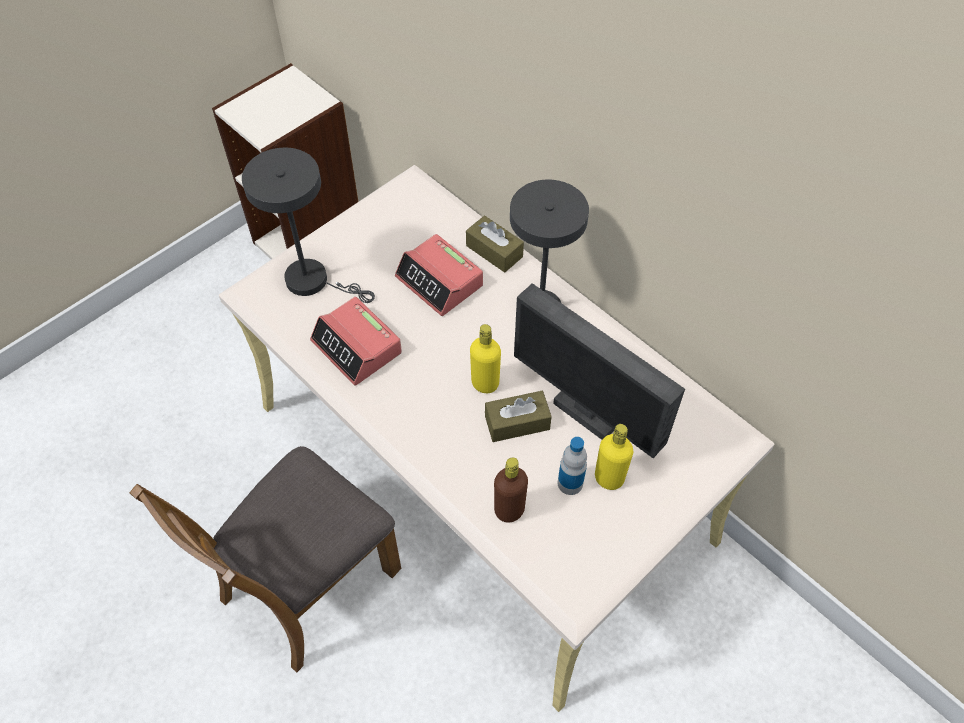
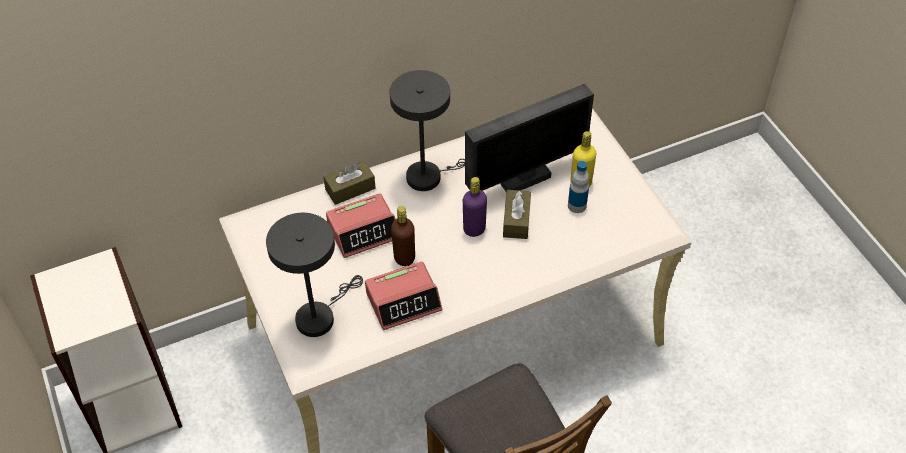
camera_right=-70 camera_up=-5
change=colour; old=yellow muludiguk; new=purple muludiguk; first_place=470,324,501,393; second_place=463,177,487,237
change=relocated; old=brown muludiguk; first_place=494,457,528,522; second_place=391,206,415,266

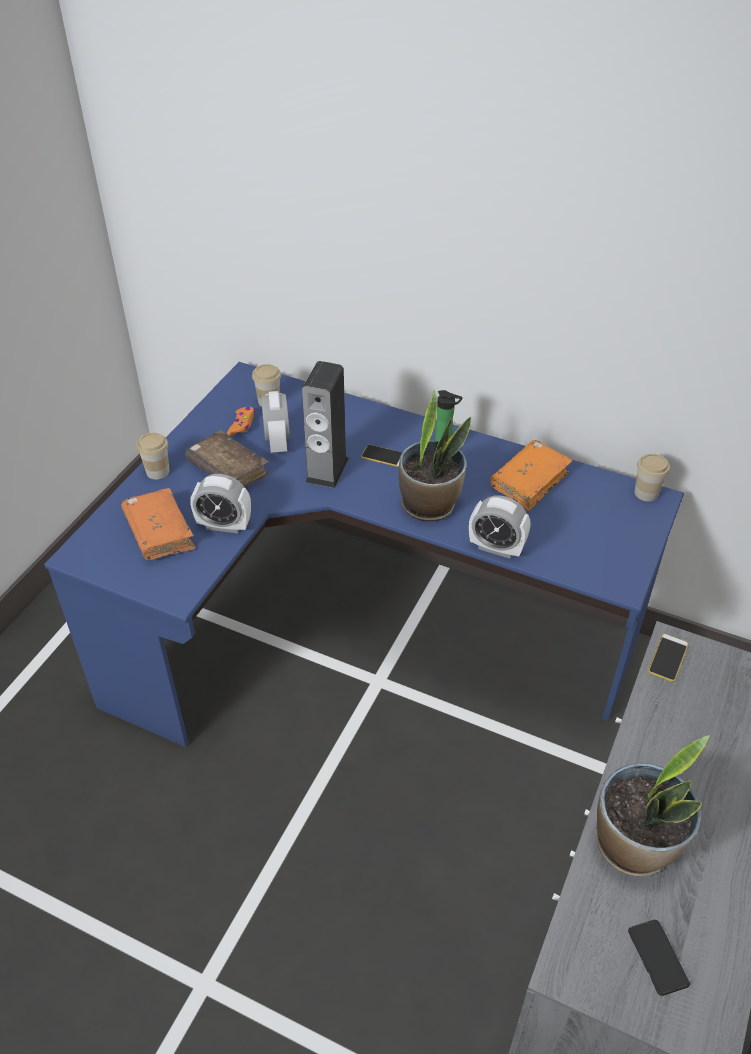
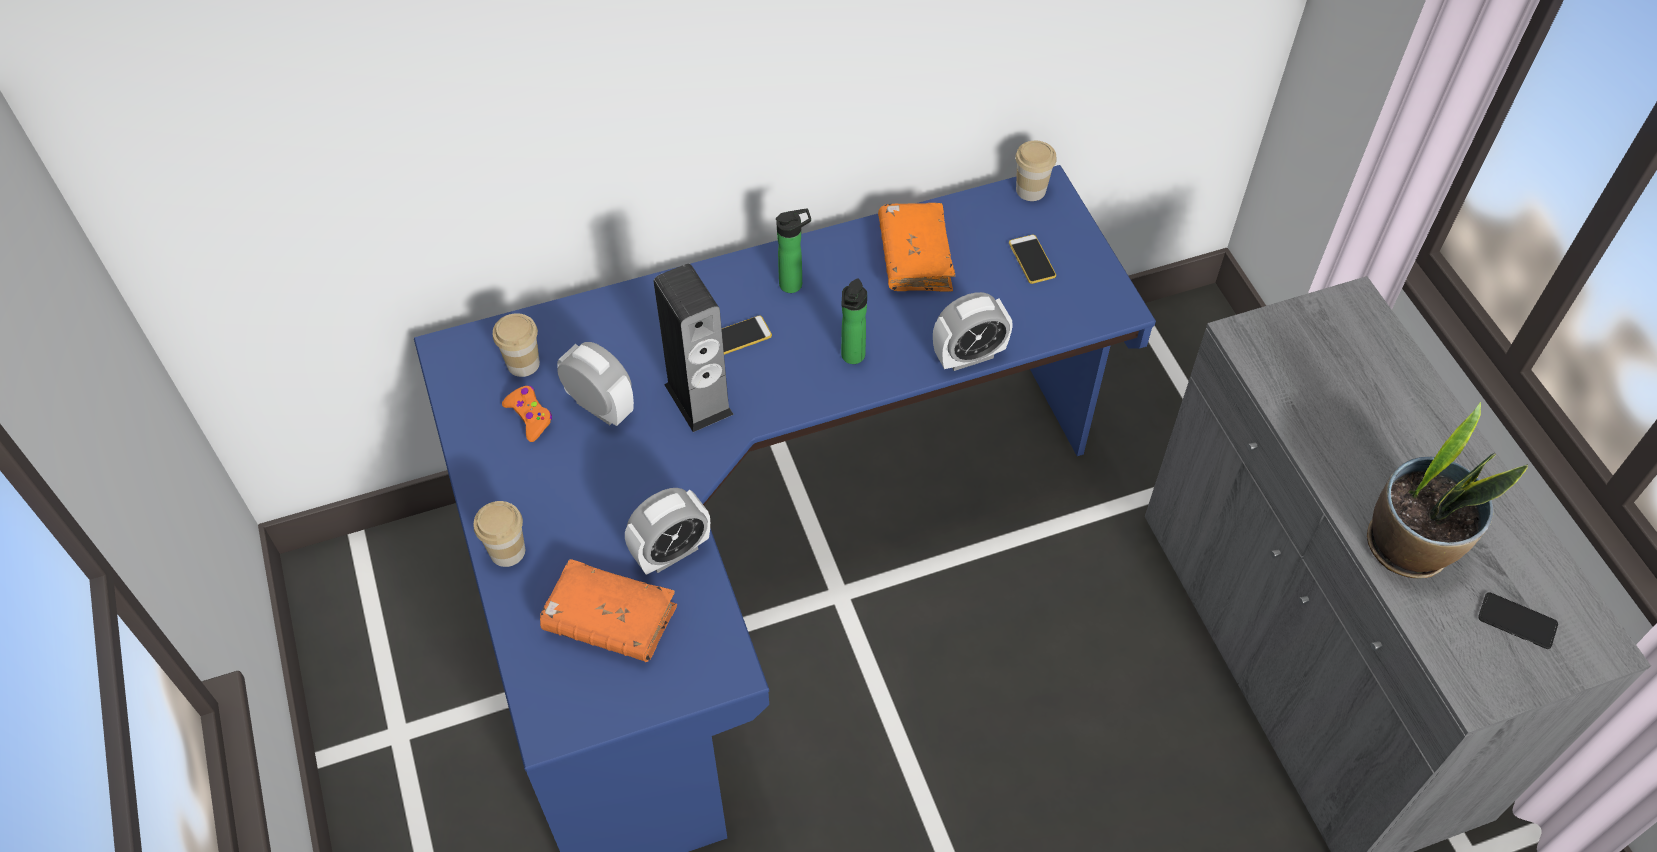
camera_right=-45 camera_up=10
change=exchanged; old=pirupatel; new=muludiguk; first_place=399,390,471,521; second_place=841,279,867,364
change=missing; old=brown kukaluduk; first_place=185,430,269,487
change=relocated; old=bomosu; first_place=648,634,689,682; second_place=1009,235,1056,284

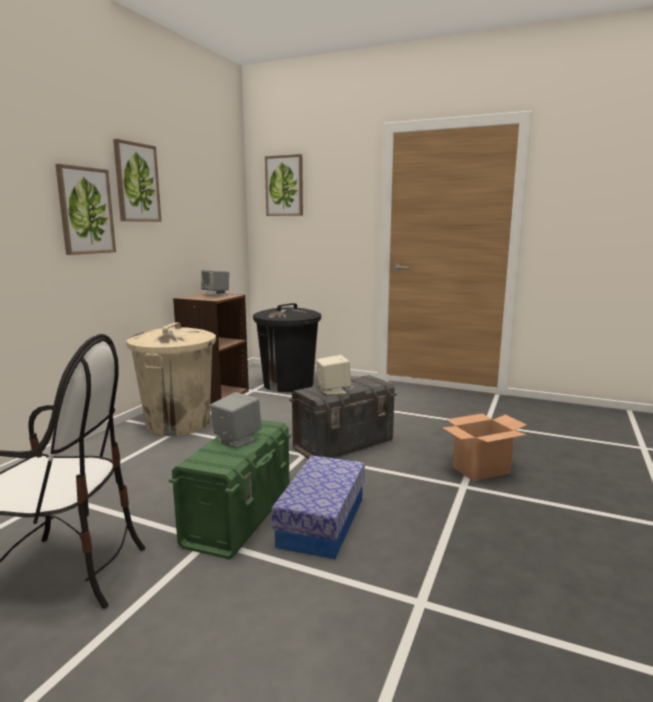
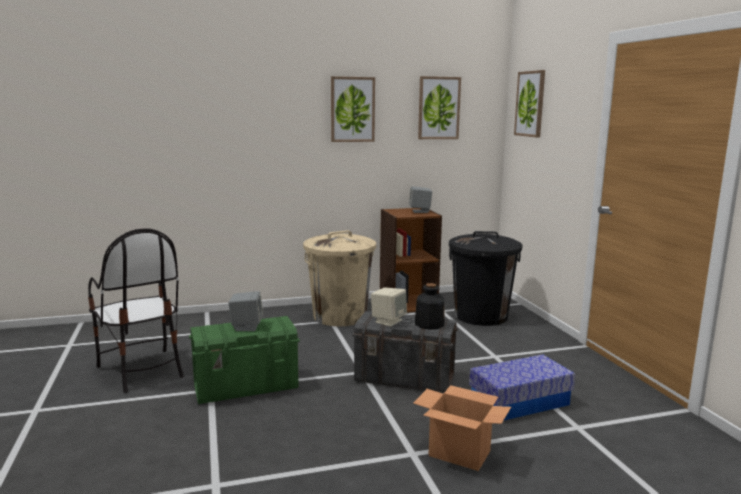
camera_right=50 camera_up=0
change=relocated; old=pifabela; first_place=55,164,116,255; second_place=418,76,461,139
change=relocated; old=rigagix; first_place=272,455,365,559; second_place=469,355,575,420
change=appeared; new=muludiguk; second_place=415,283,445,329

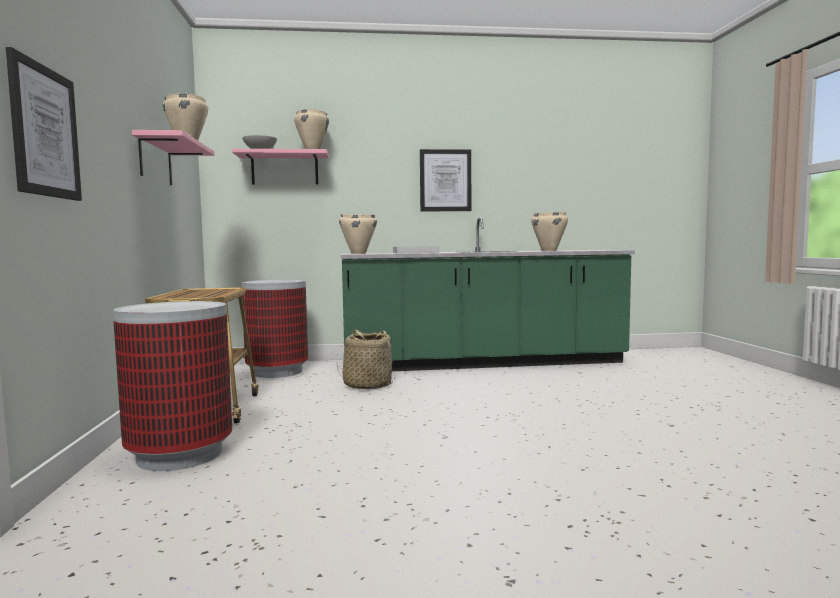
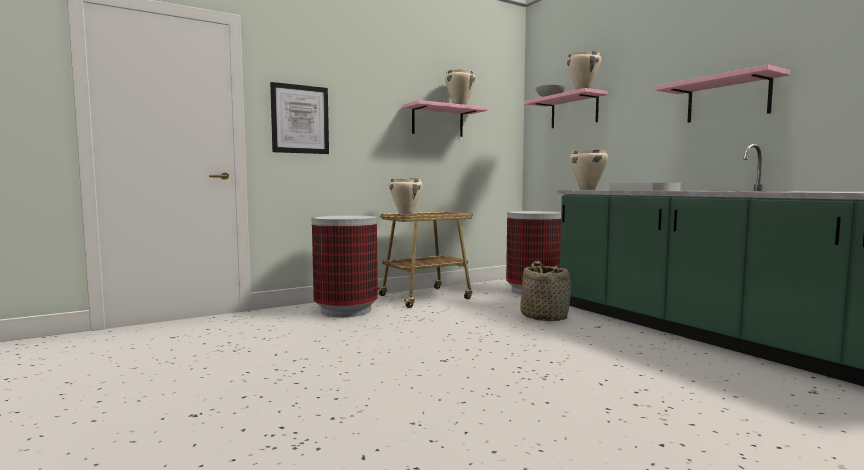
camera_right=65 camera_up=0
change=exchanged; old=pifabela; new=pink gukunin; first_place=420,149,471,212; second_place=654,64,790,123
change=relocated; old=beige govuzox; first_place=531,212,568,251; second_place=389,178,423,215

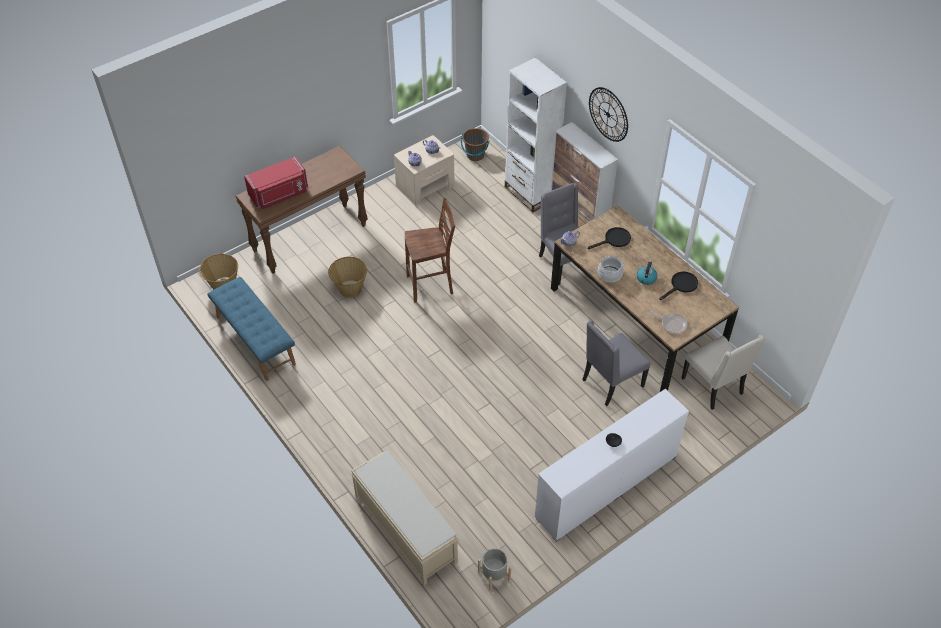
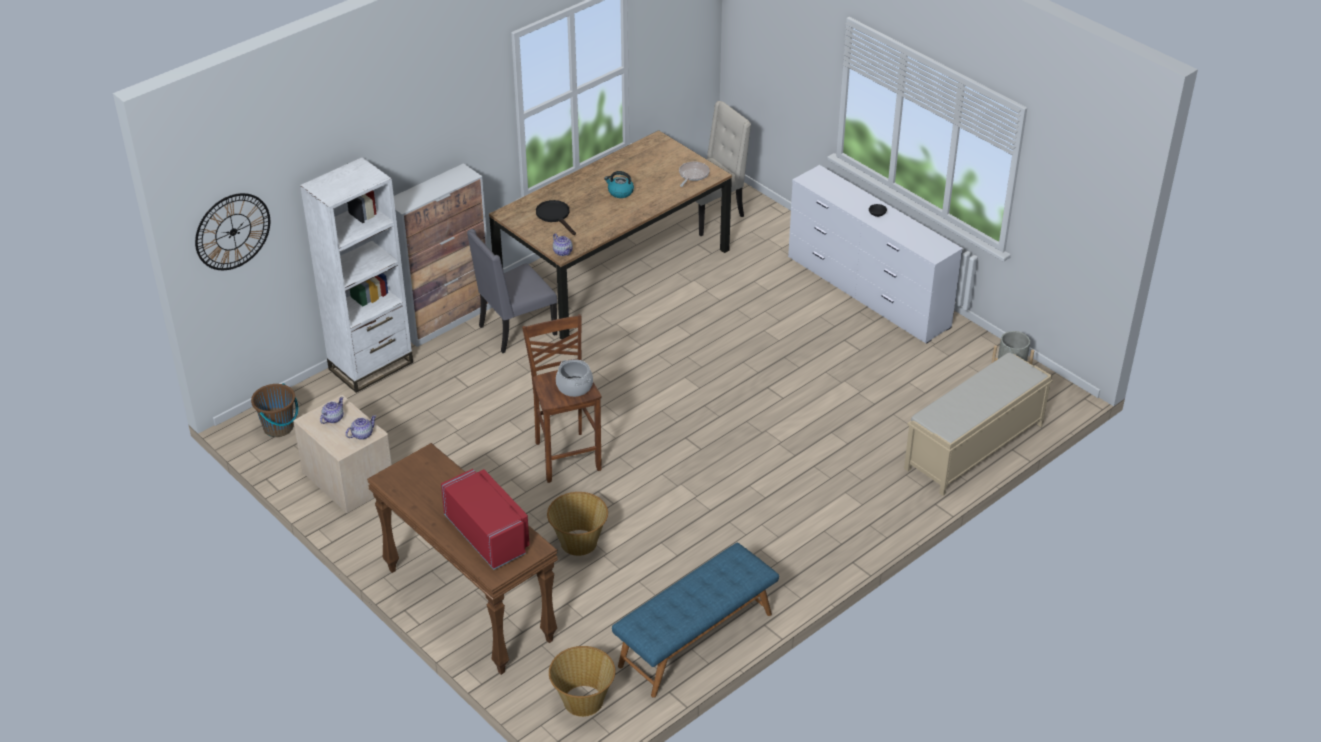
camera_right=-95 camera_up=-10
change=relocated; old=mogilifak; first_place=589,87,628,142; second_place=195,193,270,270
change=relocated; old=govuzox; first_place=598,256,624,282; second_place=556,359,593,397
change=missing; old=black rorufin; first_place=659,271,698,300
change=missing; old=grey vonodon; first_place=582,321,650,406

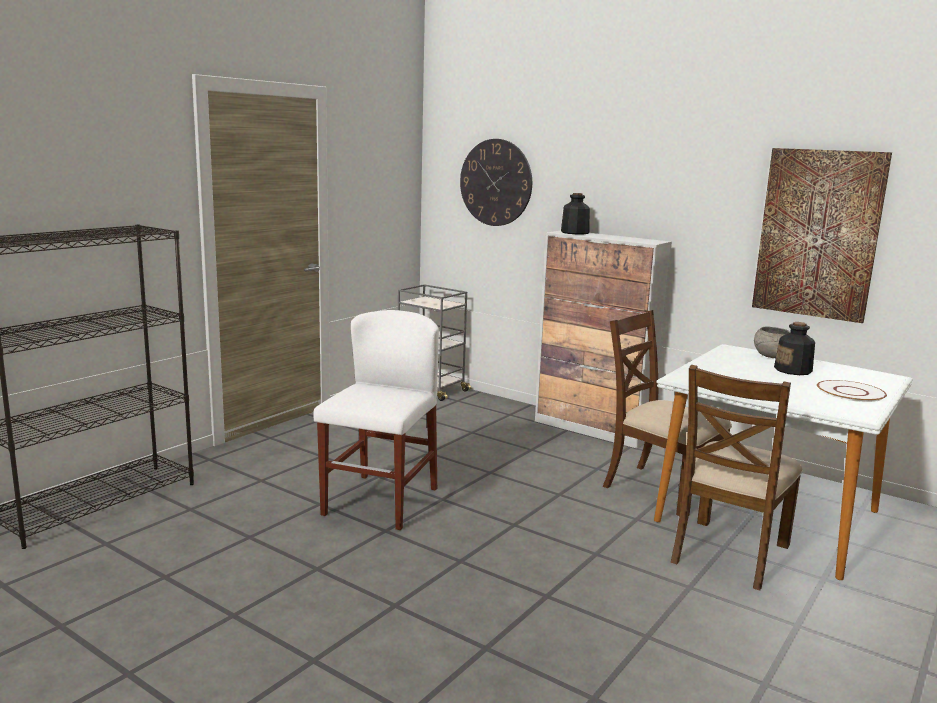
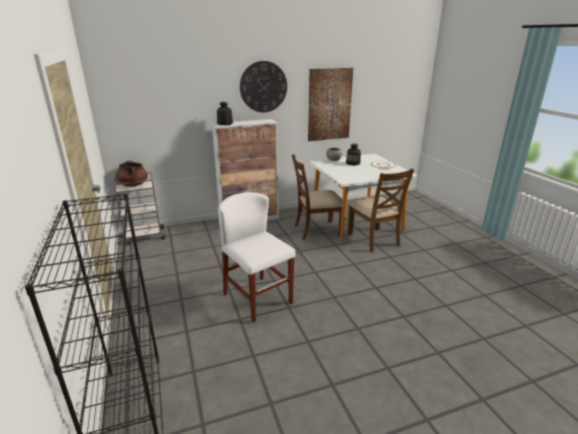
camera_right=-55 camera_up=10
change=relocated; old=mogilifak; first_place=460,139,532,226; second_place=240,61,287,113
change=appeared; new=brown govuzox; second_place=116,161,147,187

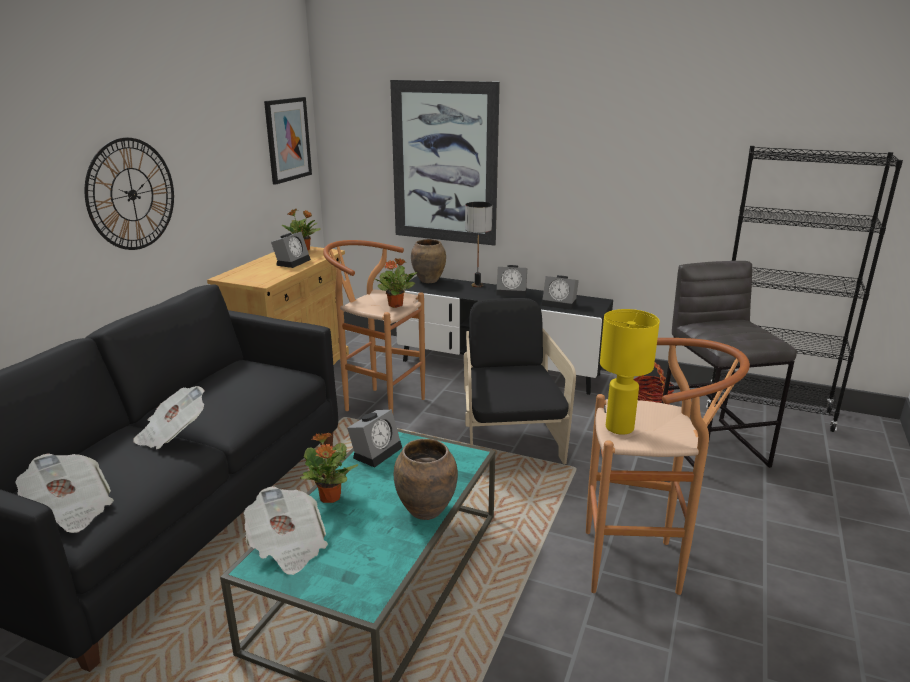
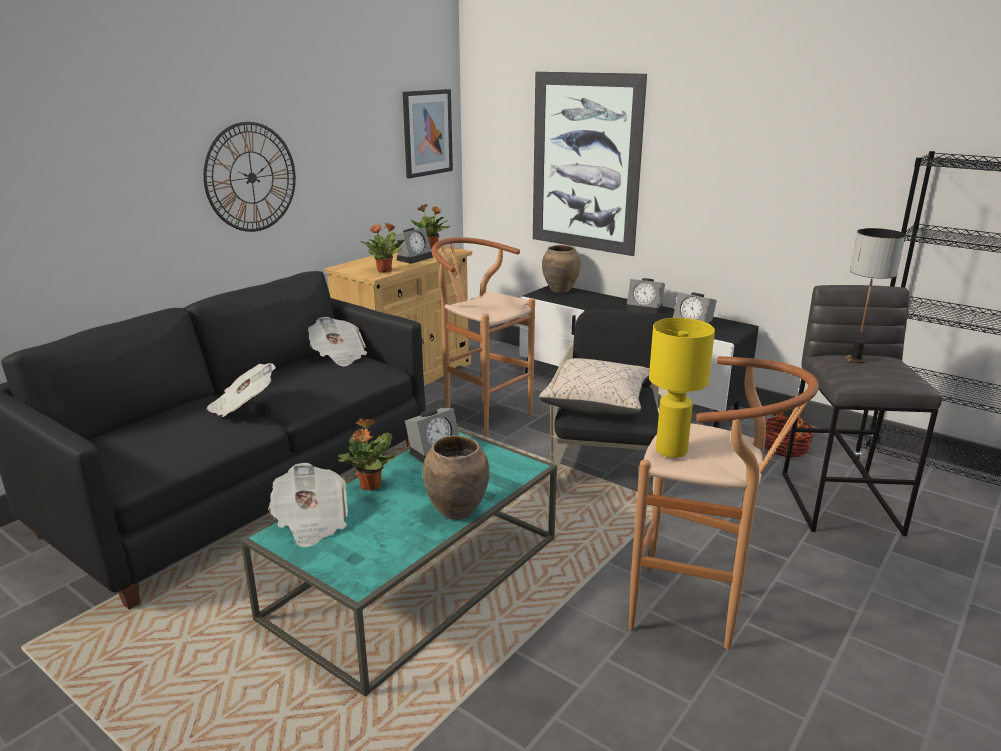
camera_right=15 camera_up=0
change=relocated; old=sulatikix; first_place=465,202,492,287; second_place=846,228,905,363
change=relocated; old=pirupatel; first_place=375,258,417,308; second_place=360,223,406,273
change=relocated; old=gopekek; first_place=15,453,114,533; second_place=308,317,367,367
change=appeared; new=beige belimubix; second_place=539,358,650,415

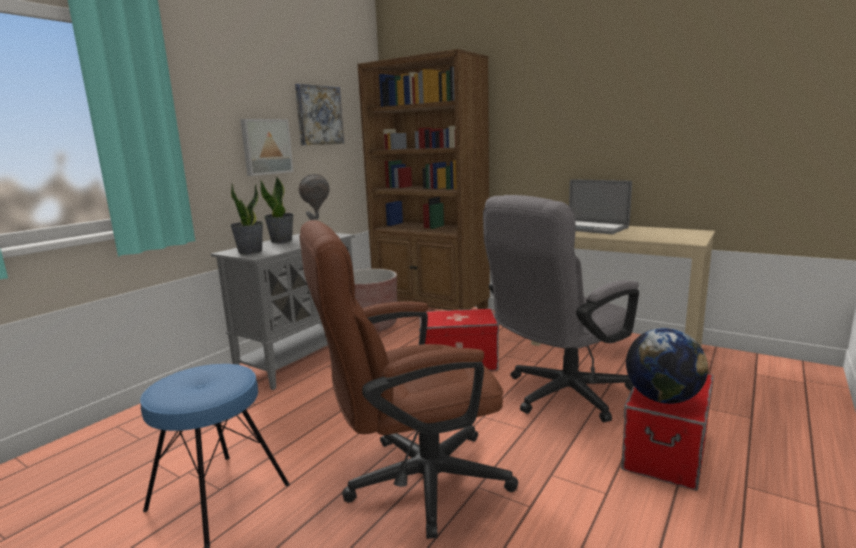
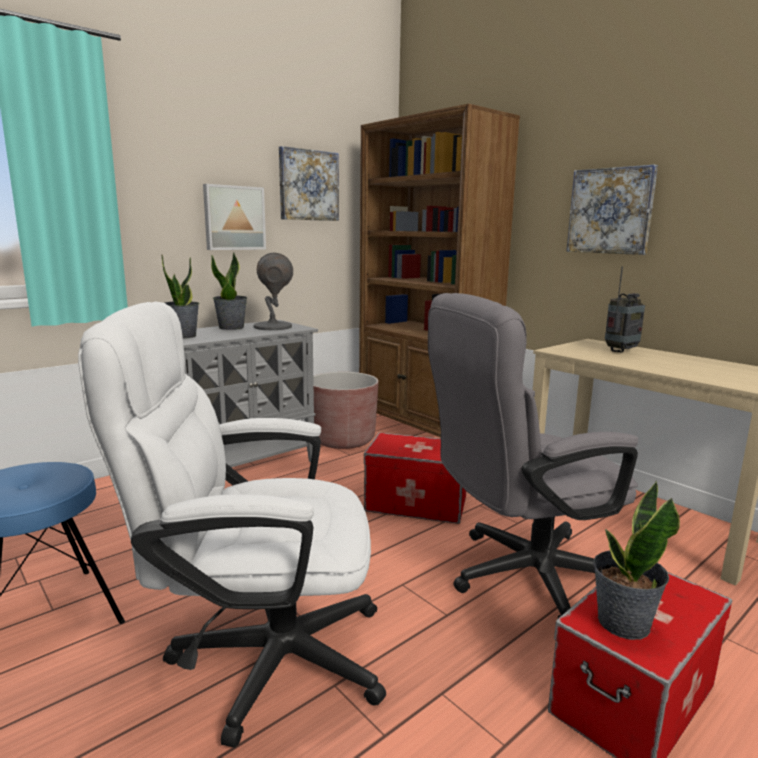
camera_right=15 camera_up=0
change=exchanged; old=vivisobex; new=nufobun; first_place=569,179,632,234; second_place=605,266,645,353
change=colour; old=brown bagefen; new=white bagefen; first_place=300,220,518,539; second_place=78,302,386,748
change=exchanged; old=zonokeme; new=pirupatel; first_place=626,328,708,404; second_place=593,481,680,640
change=appeared; new=pifabela; second_place=566,165,658,255

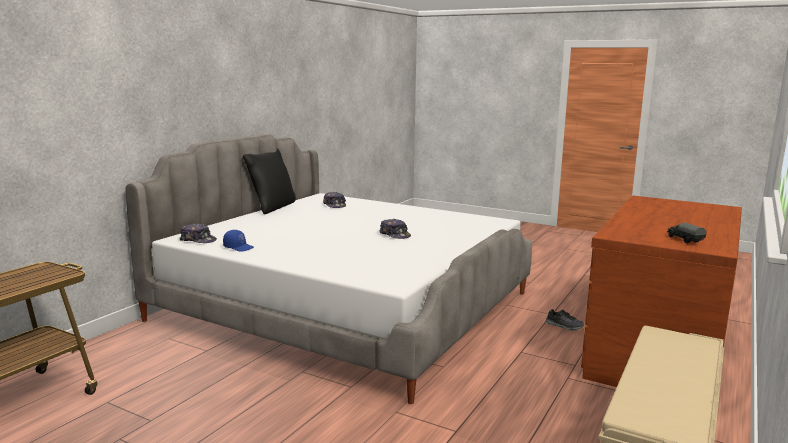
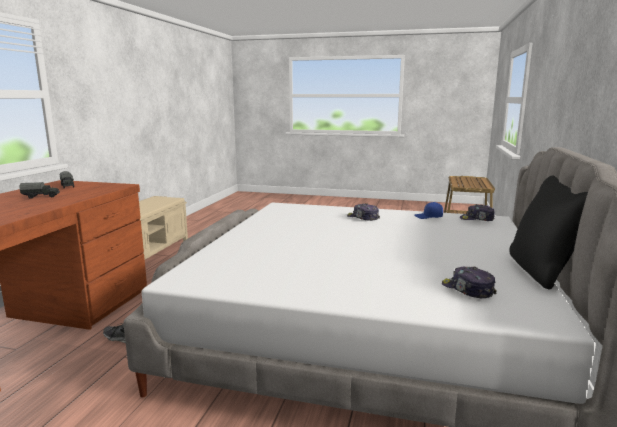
camera_right=165 camera_up=0
change=relocated; old=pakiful; first_place=379,219,411,239; second_place=347,203,380,221
change=appeared; new=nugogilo; second_place=19,182,60,199

